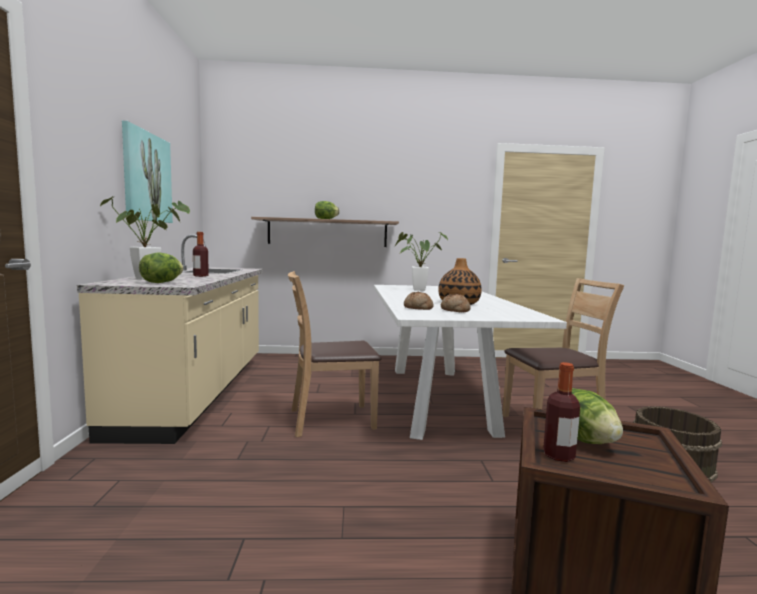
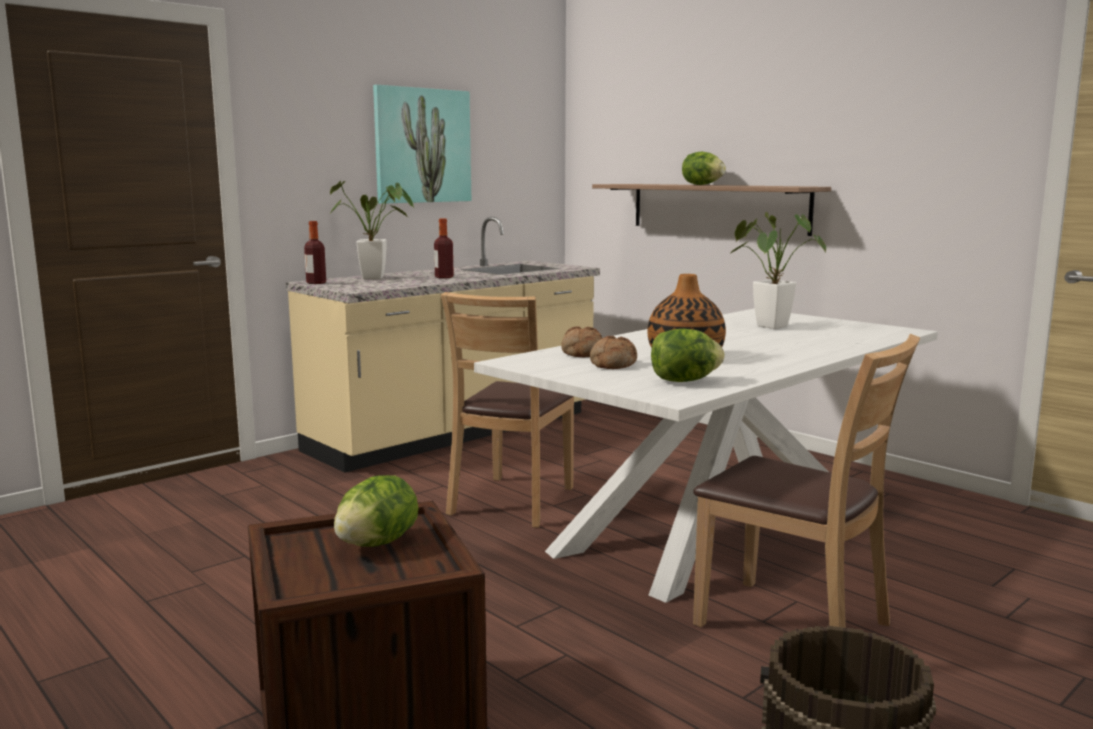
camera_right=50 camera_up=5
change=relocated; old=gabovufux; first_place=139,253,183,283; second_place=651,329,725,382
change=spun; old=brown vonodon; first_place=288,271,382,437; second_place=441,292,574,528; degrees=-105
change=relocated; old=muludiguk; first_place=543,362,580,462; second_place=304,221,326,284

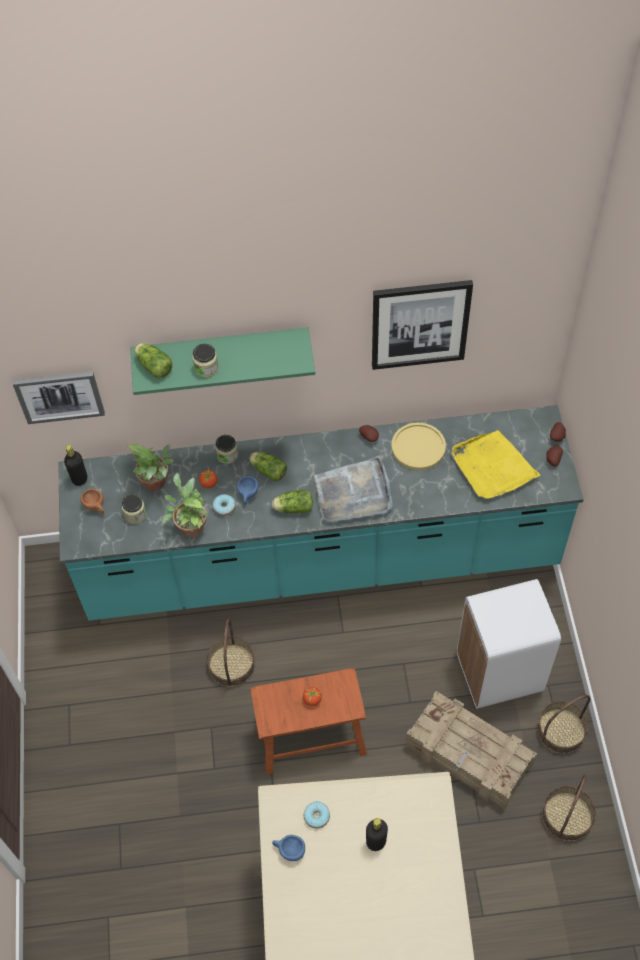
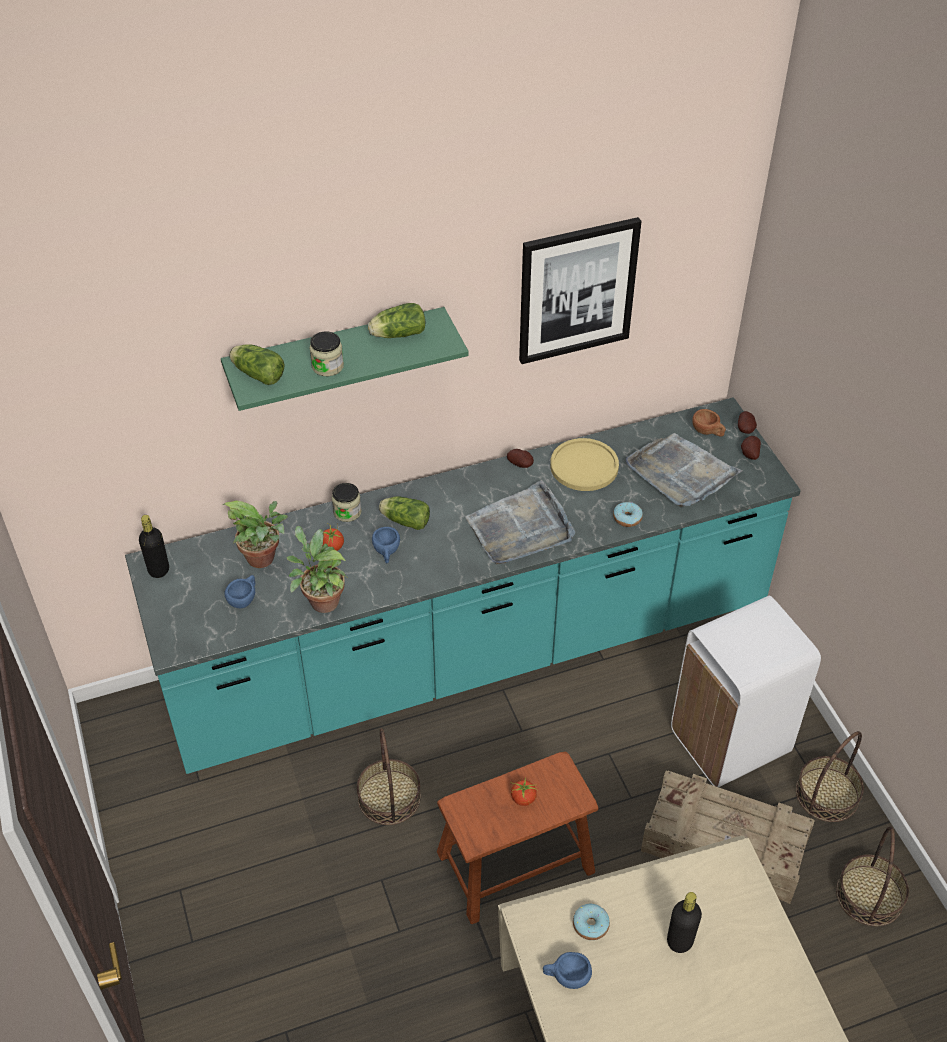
camera_right=-15 camera_up=-10
change=missing; old=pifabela; first_place=13,371,105,424
change=colour; old=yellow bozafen; new=grey bozafen; first_place=451,430,541,499; second_place=626,433,743,507
change=relocated; old=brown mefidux; first_place=81,488,104,515; second_place=692,409,726,437
change=relocated; old=gabovufux; first_place=272,490,313,513; second_place=368,303,425,338
change=exchanged; old=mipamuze; new=blue mefidux; first_place=122,494,146,524; second_place=225,575,255,608
change=relocated; old=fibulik; first_place=213,494,236,516; second_place=613,502,643,527

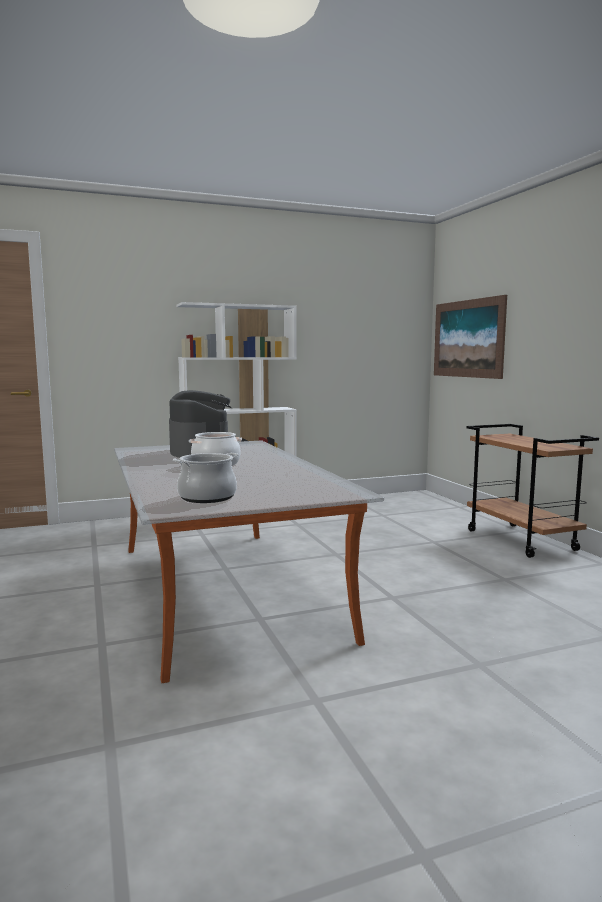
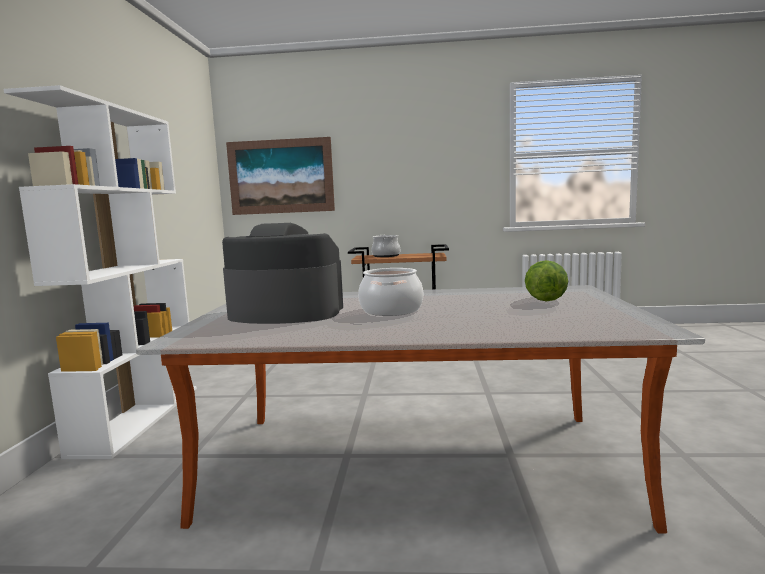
camera_right=-65 camera_up=0
change=relocated; old=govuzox; first_place=173,453,238,503; second_place=371,235,400,257
change=appeared; new=gabovufux; second_place=525,260,568,301

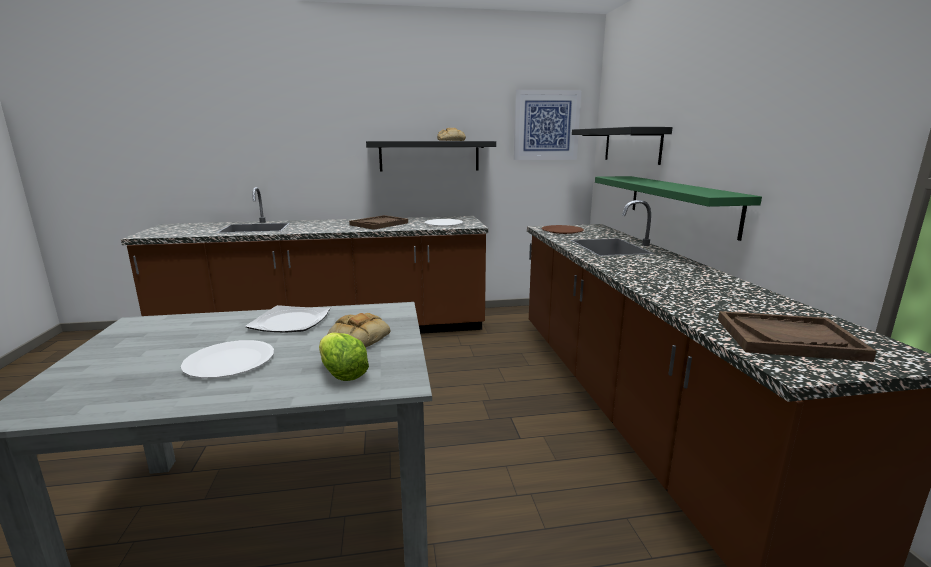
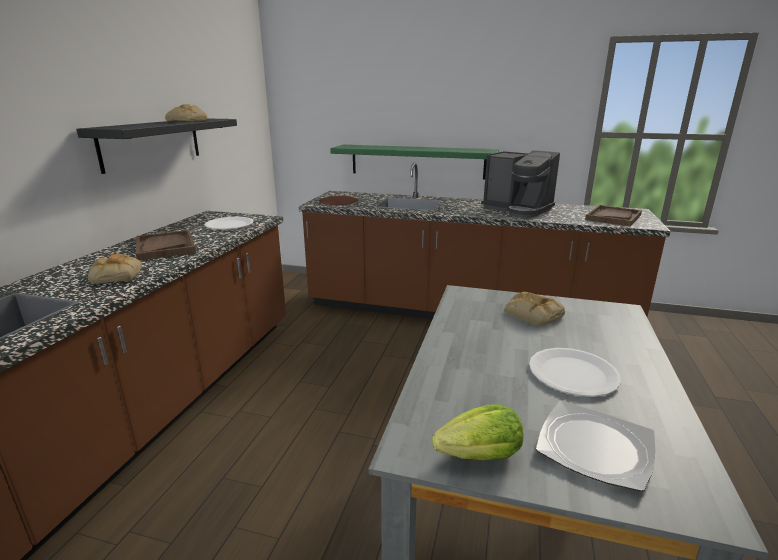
camera_right=-65 camera_up=5
change=missing; old=pifabela; first_place=514,90,581,160
change=missing; old=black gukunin; first_place=572,127,673,165
change=relocated; old=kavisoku; first_place=245,305,330,333; second_place=536,400,655,492
change=relocated; old=gabovufux; first_place=319,332,369,381; second_place=432,404,523,461
change=appeared; new=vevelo; second_place=481,150,560,218
change=appeared; new=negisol; second_place=88,254,142,284

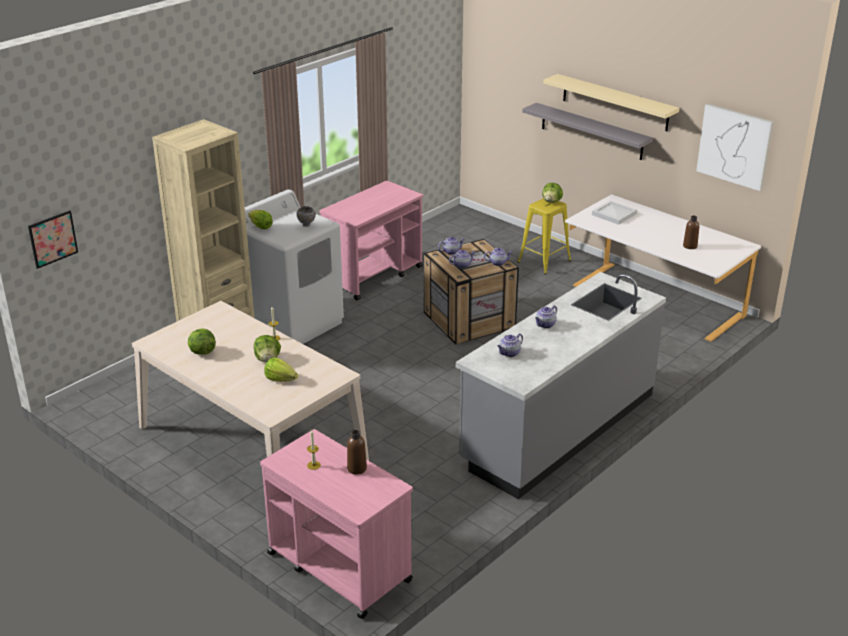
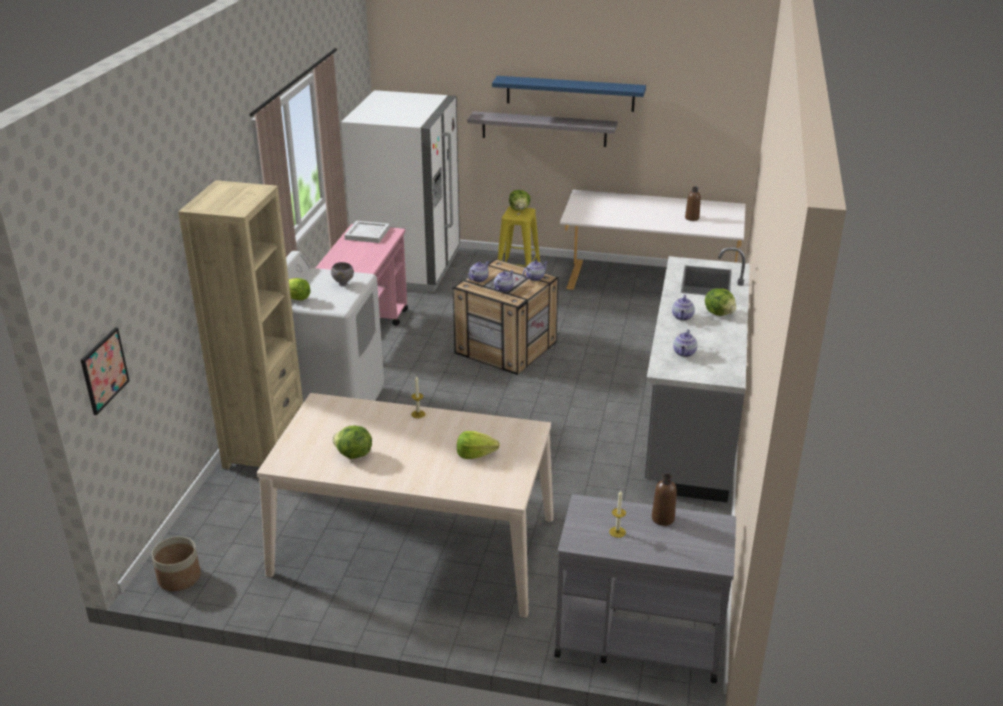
camera_right=-30 camera_up=0
change=colour; old=beige gukunin; new=blue gukunin; first_place=543,74,679,131; second_place=492,76,646,112
change=missing; old=pifabela; first_place=696,103,774,191
change=relocated; old=white bozafen; first_place=592,201,637,225; second_place=344,221,390,243
change=relocated; old=gabovufux; first_place=254,335,281,362; second_place=705,288,736,316
change=colour; old=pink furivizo; new=grey furivizo; first_place=260,429,413,619; second_place=554,494,736,683
change=appeared; new=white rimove; second_place=341,90,460,292
change=appeared; new=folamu; second_place=152,536,201,591

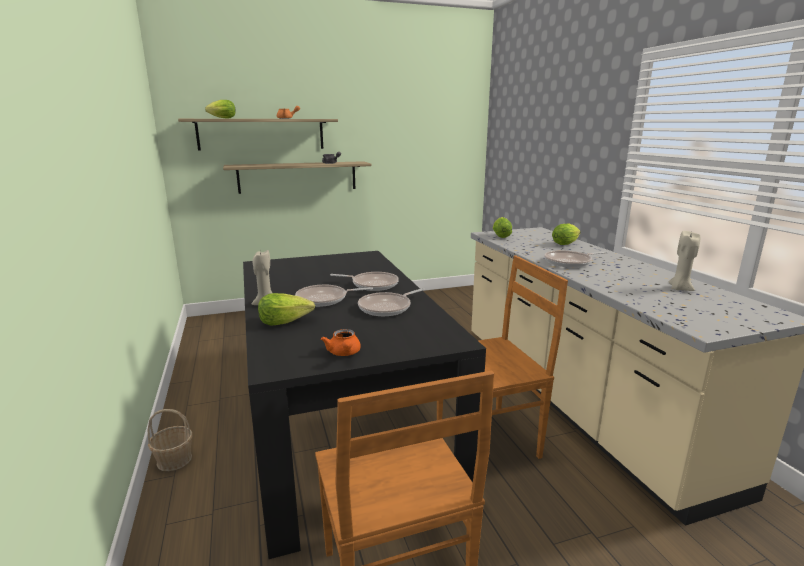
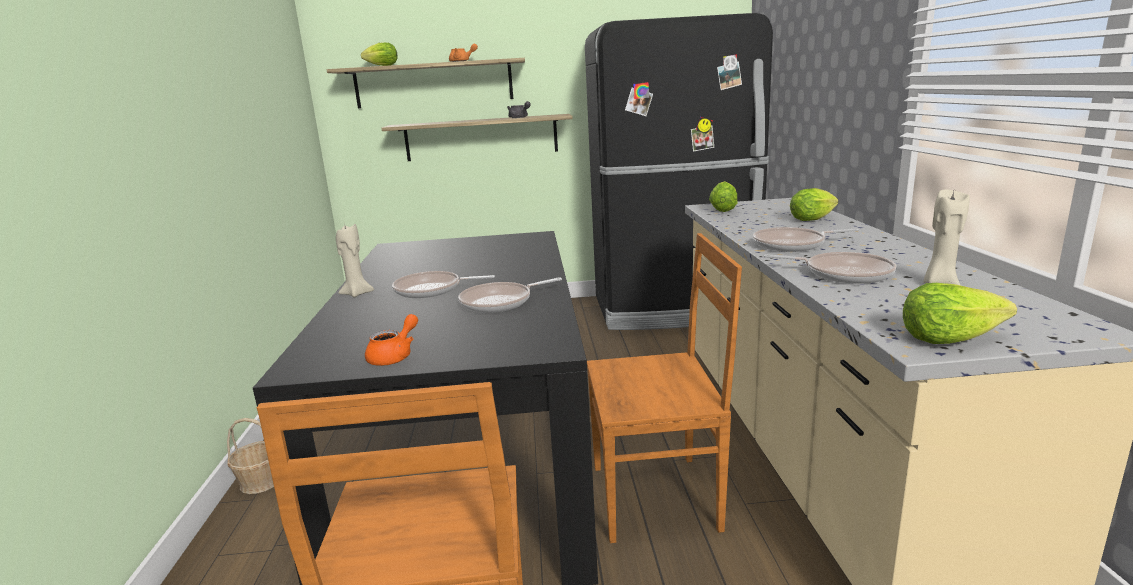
camera_right=15 camera_up=0
change=relocated; old=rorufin; first_place=330,272,399,291; second_place=763,252,896,284
change=relocated; old=gabovufux; first_place=258,293,315,326; second_place=903,283,1017,344
change=spun; old=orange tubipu; first_place=321,329,361,356; second_place=365,314,418,366; degrees=-150
change=appeared; new=black rimove; second_place=585,13,773,330

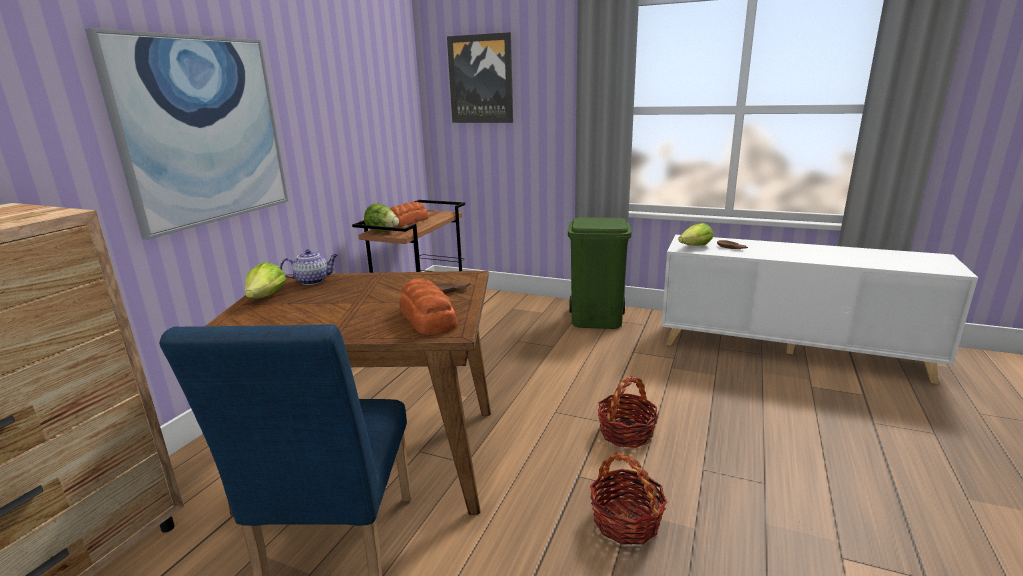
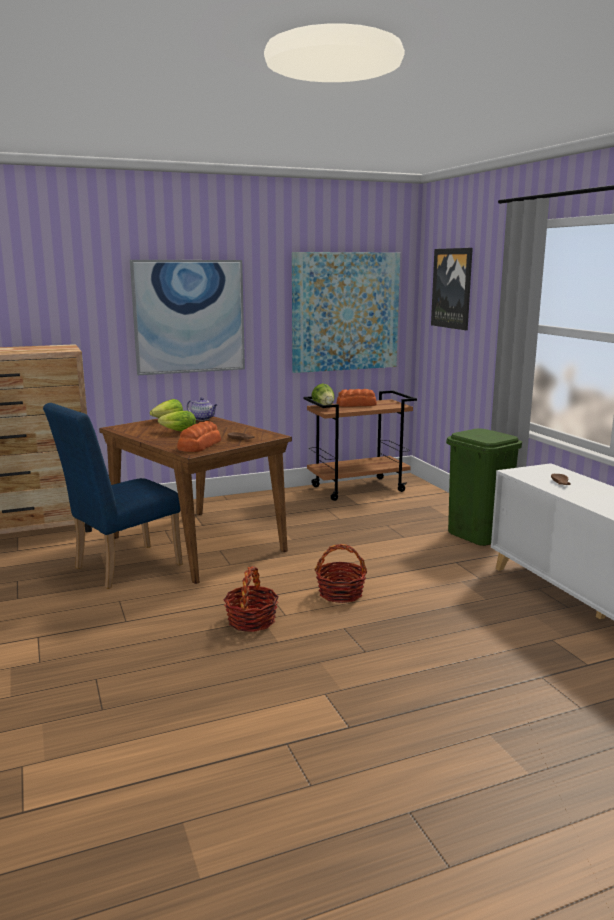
camera_right=45 camera_up=-5
change=relocated; old=gabovufux; first_place=678,223,713,246; second_place=158,411,196,432
change=appeared; new=pifabela; second_place=292,252,400,373

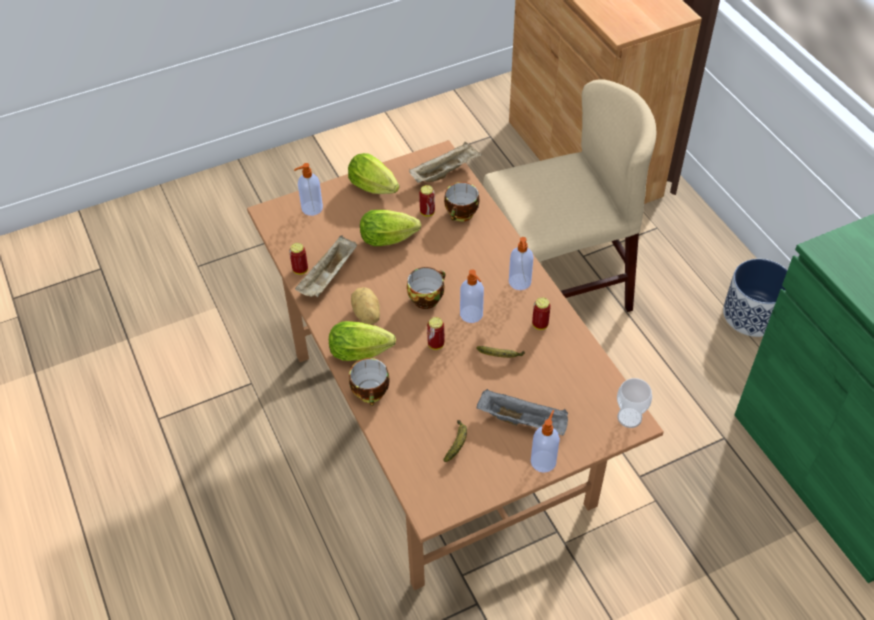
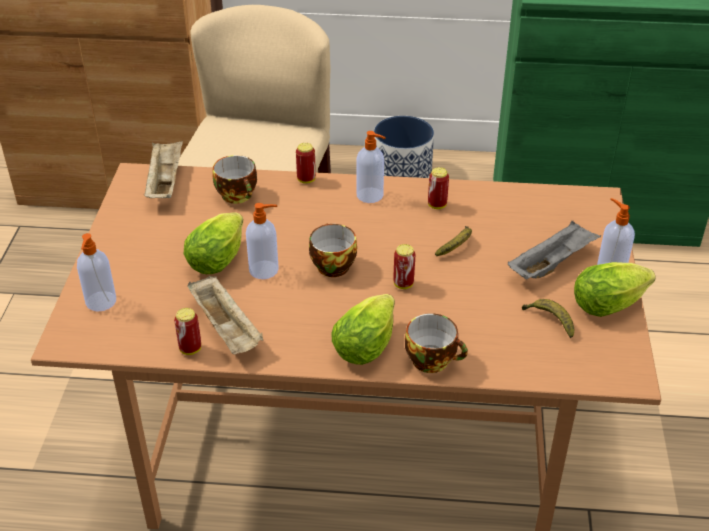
camera_right=-60 camera_up=-10
change=relocated; old=gabovufux; first_place=348,153,399,194; second_place=574,262,656,317
change=relocated; old=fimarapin; first_place=419,185,435,217; second_place=296,143,316,184
change=relocated; old=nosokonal; first_place=460,270,484,323; second_place=246,203,279,279
change=missing; old=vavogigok; first_place=351,287,380,324
change=missing; old=mefidux; first_place=617,378,652,428

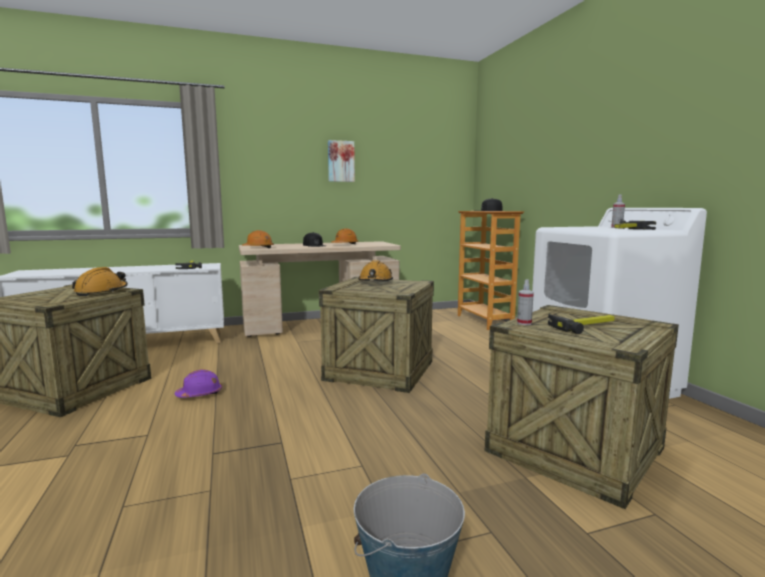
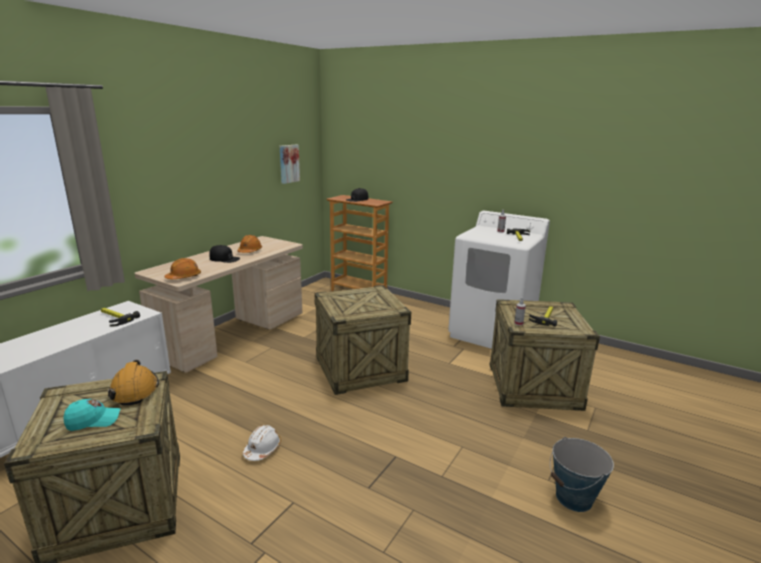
camera_right=-40 camera_up=10
change=relocated; old=pifabela; first_place=328,140,355,182; second_place=280,145,300,184
change=missing; old=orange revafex; first_place=358,260,393,281
change=colour; old=purple revafex; new=white revafex; first_place=175,370,222,398; second_place=243,425,281,461
change=appeared; new=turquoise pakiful; second_place=63,399,121,431

